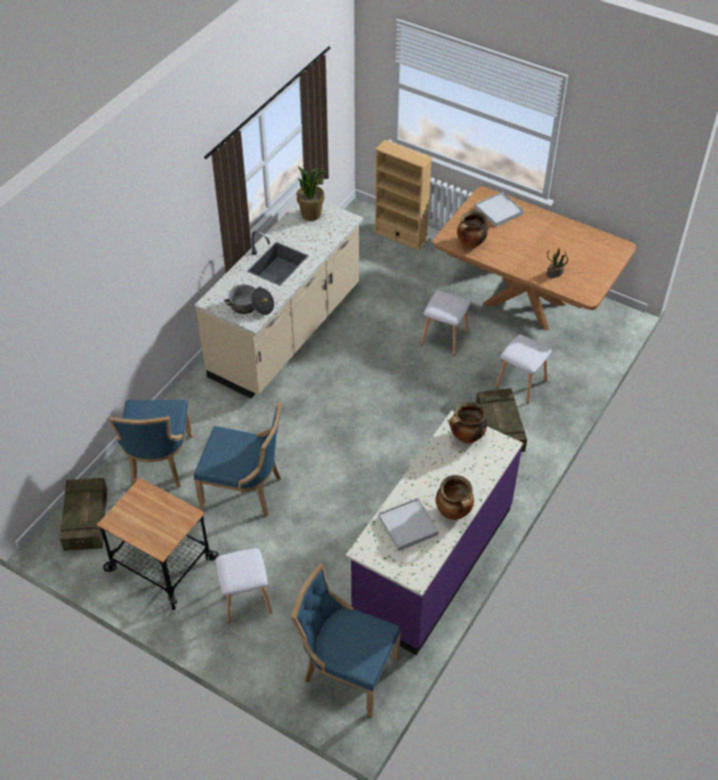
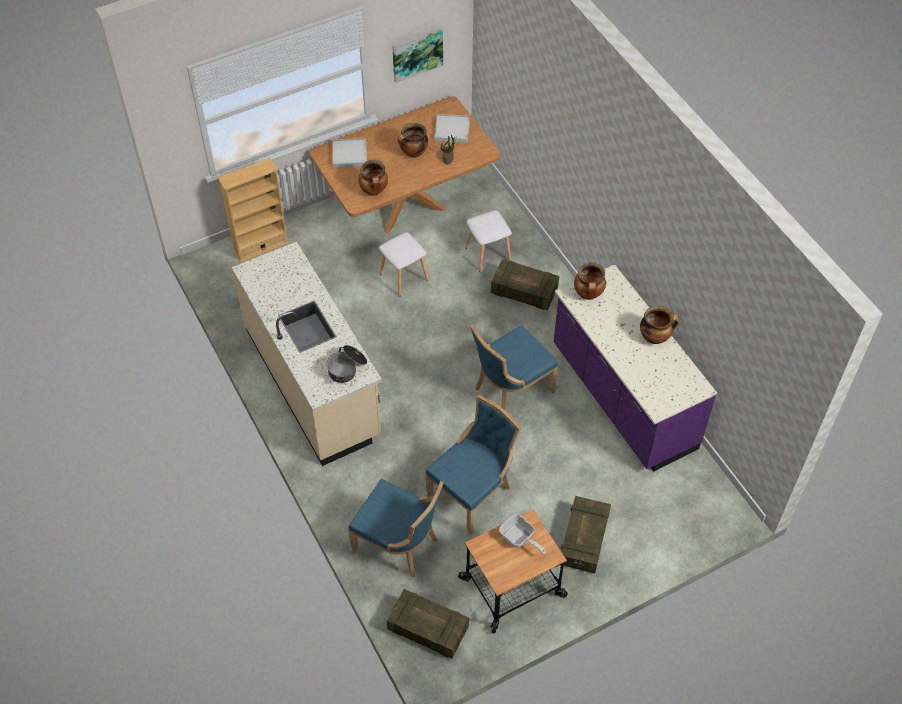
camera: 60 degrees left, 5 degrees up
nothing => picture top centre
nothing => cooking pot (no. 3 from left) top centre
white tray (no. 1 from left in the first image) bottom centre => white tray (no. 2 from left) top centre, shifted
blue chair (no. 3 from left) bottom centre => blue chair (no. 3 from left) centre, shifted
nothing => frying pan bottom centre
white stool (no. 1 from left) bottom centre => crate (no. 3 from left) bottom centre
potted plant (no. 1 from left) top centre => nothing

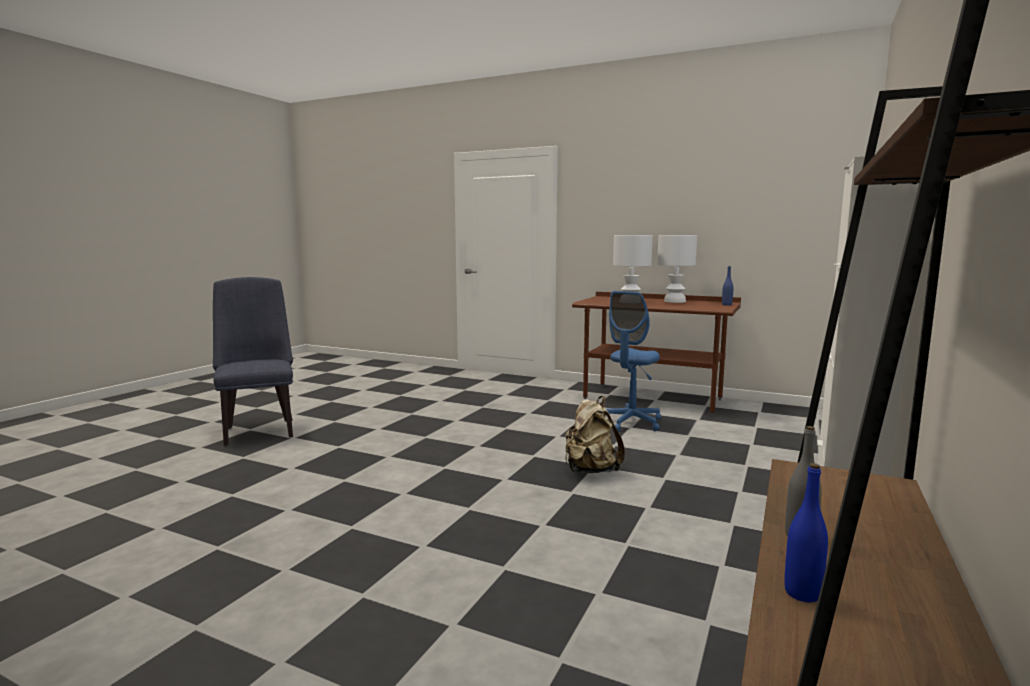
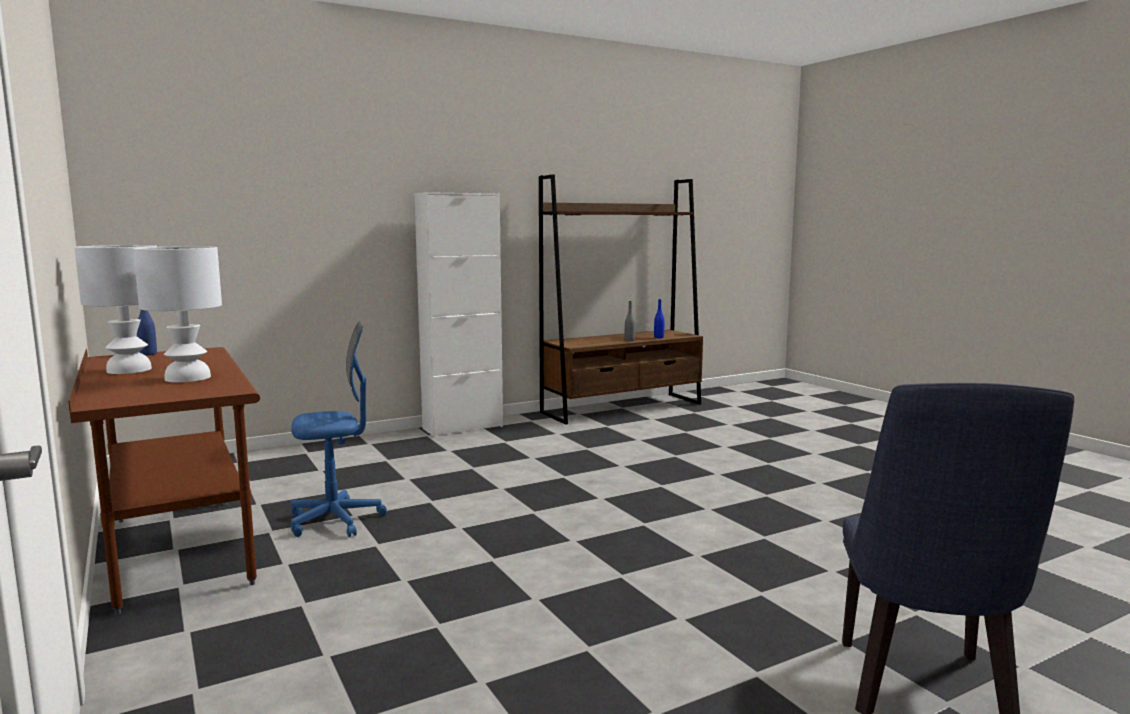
camera: 145 degrees left, 0 degrees up
beige backpack centre => nothing

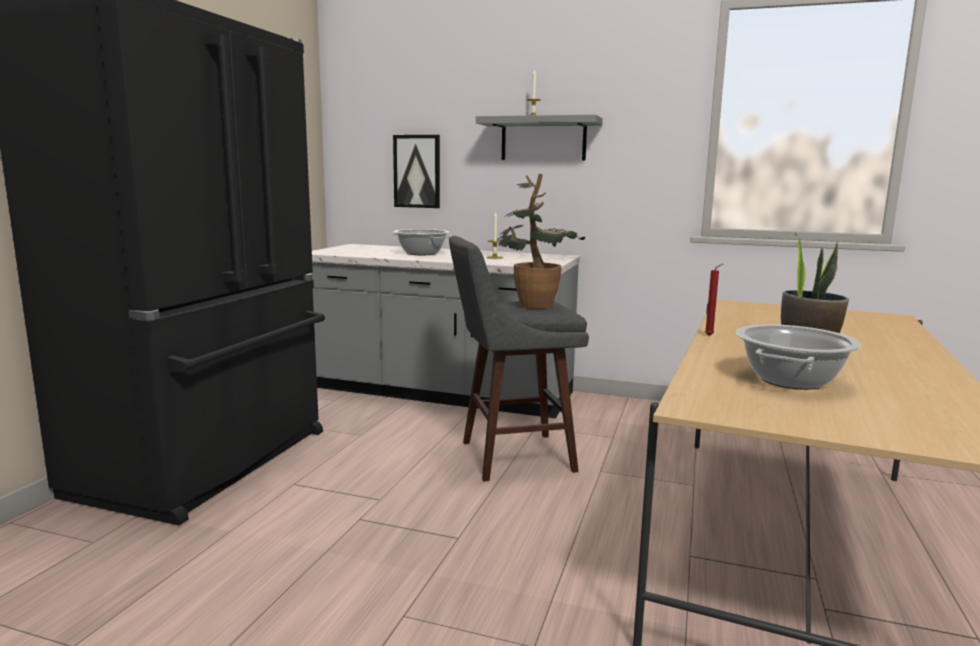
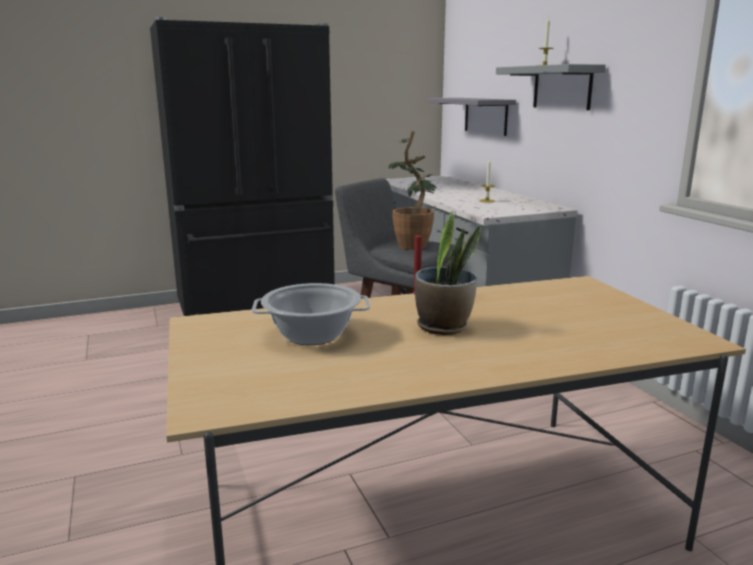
camera: 50 degrees right, 5 degrees up
picture top centre => grey shelf (no. 1 from left) top centre
cooking pot (no. 1 from left) centre => nothing

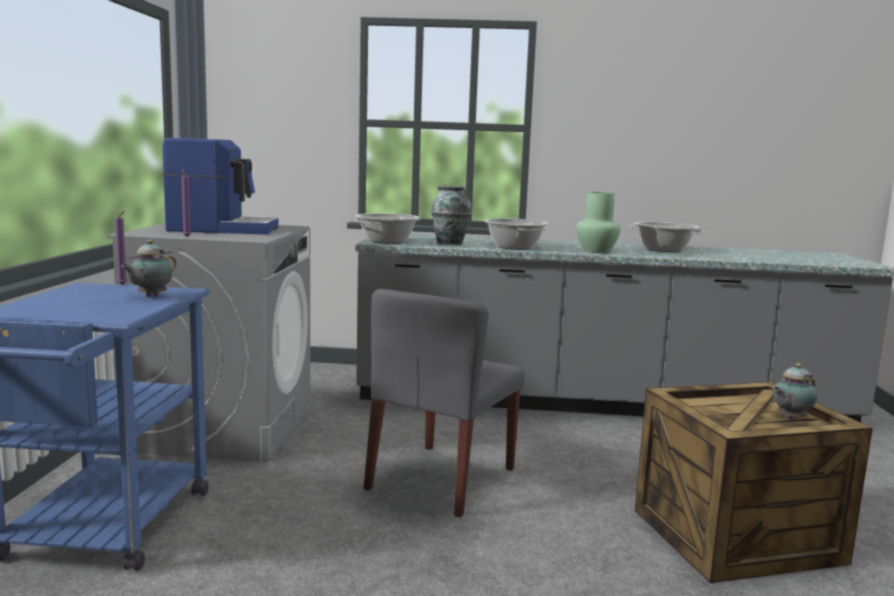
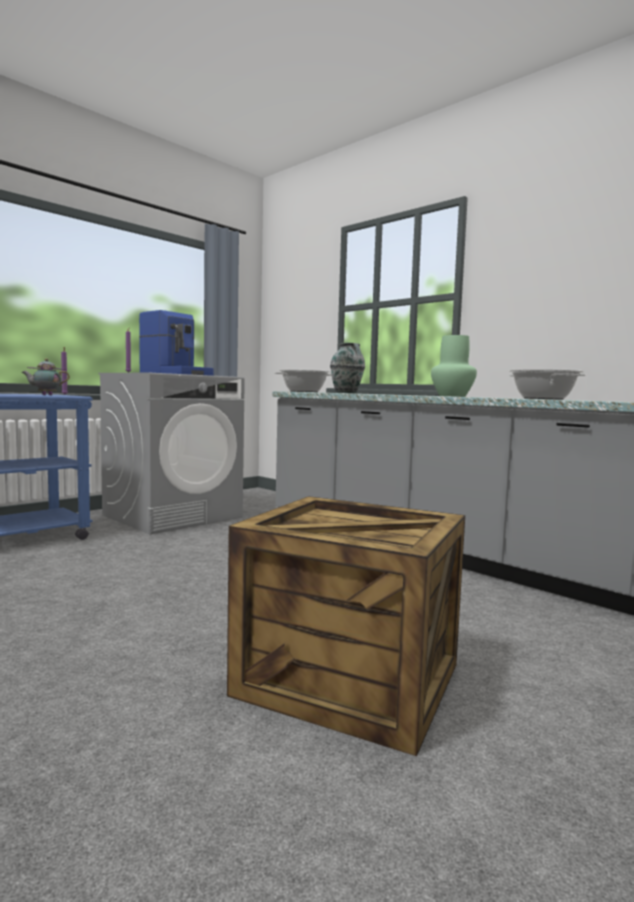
camera: 40 degrees right, 5 degrees down
grey chair bottom centre => nothing
cooking pot (no. 2 from left) centre => nothing
teapot (no. 2 from left) middle right => nothing

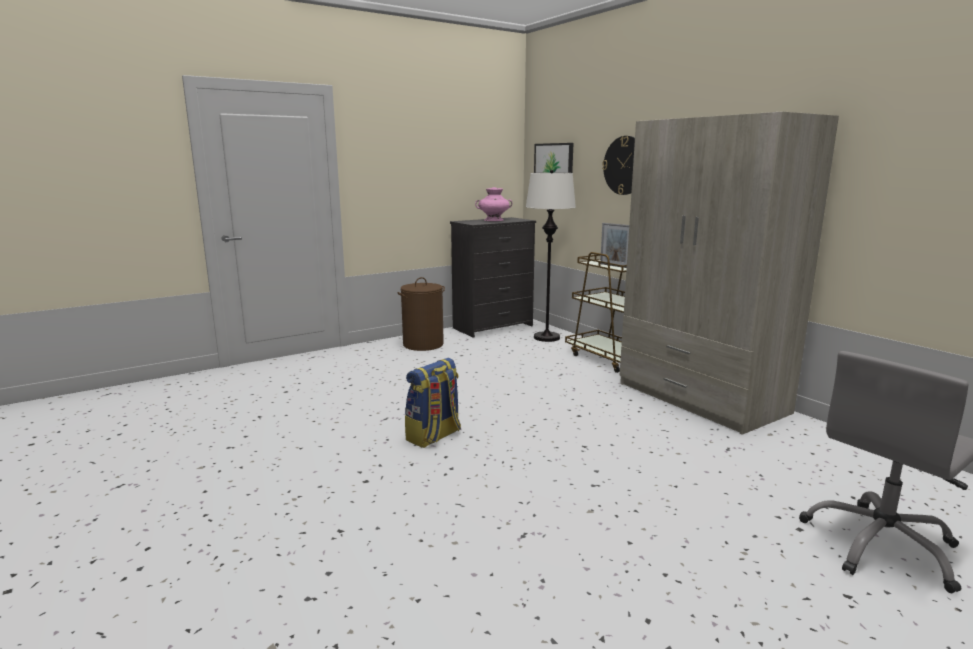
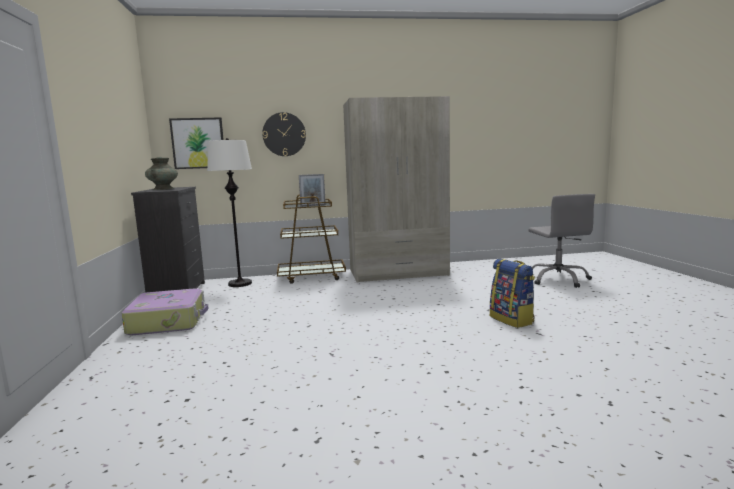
camera: 65 degrees left, 5 degrees down
brown laundry basket centre => suitcase middle left
pink vase top centre => turquoise vase middle left
backpack centre => backpack middle right, shifted

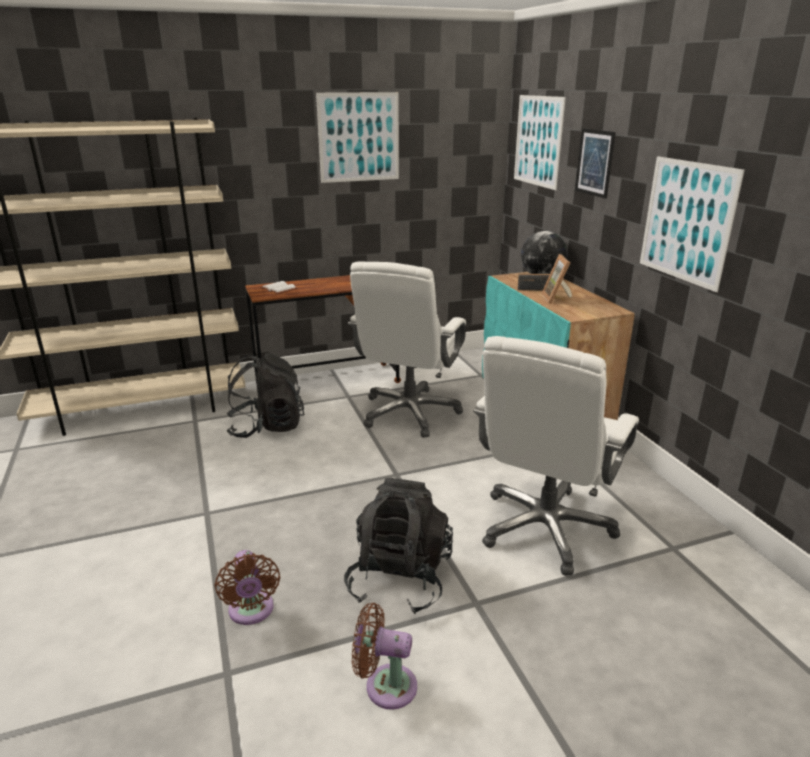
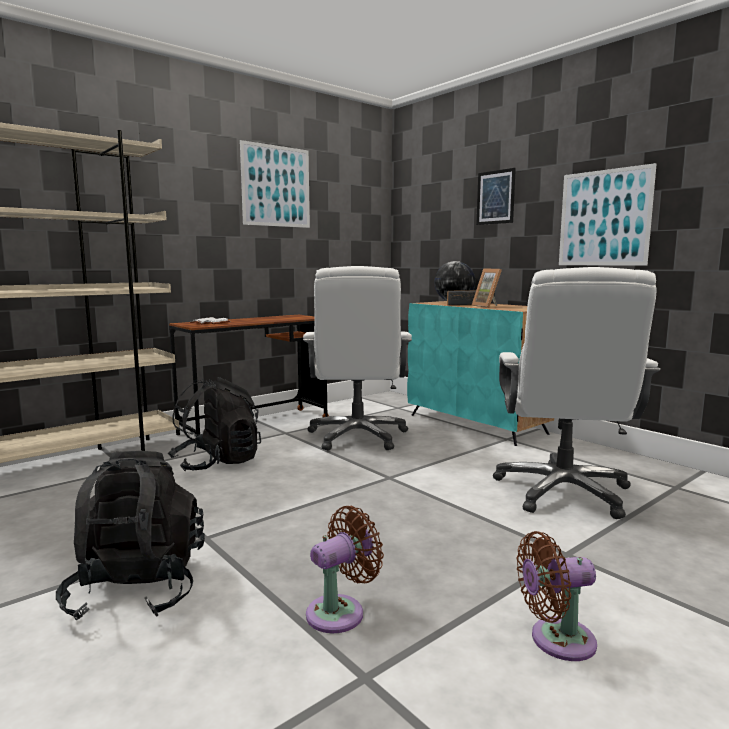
camera: 20 degrees left, 15 degrees down
black backpack (no. 2 from left in the first image) bottom centre => black backpack (no. 1 from left) bottom left, shifted
brown fan (no. 1 from left) bottom left => brown fan (no. 1 from left) bottom centre, 90 degrees counterclockwise
picture (no. 2 from left) top right => nothing

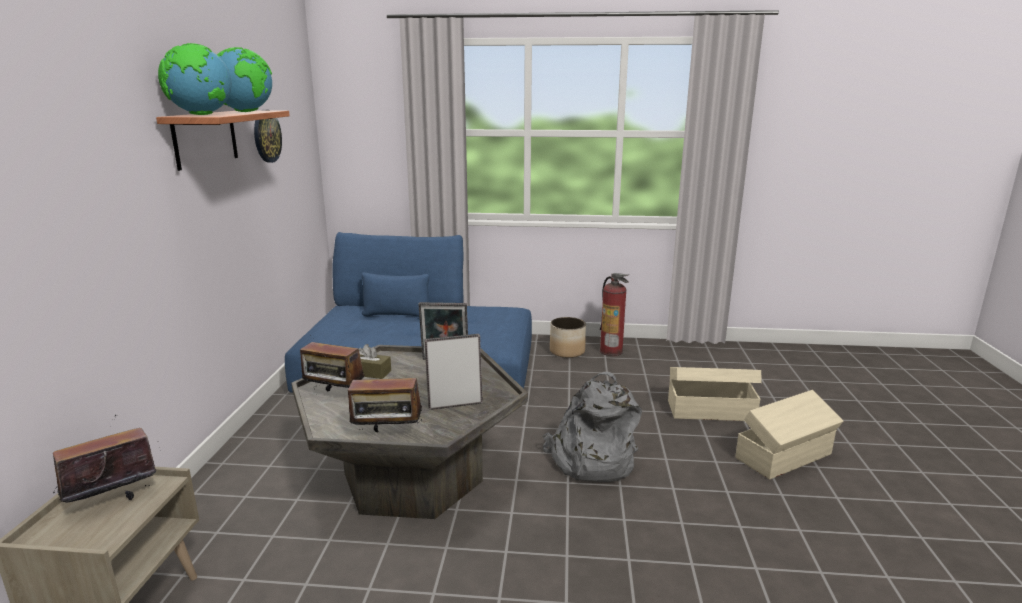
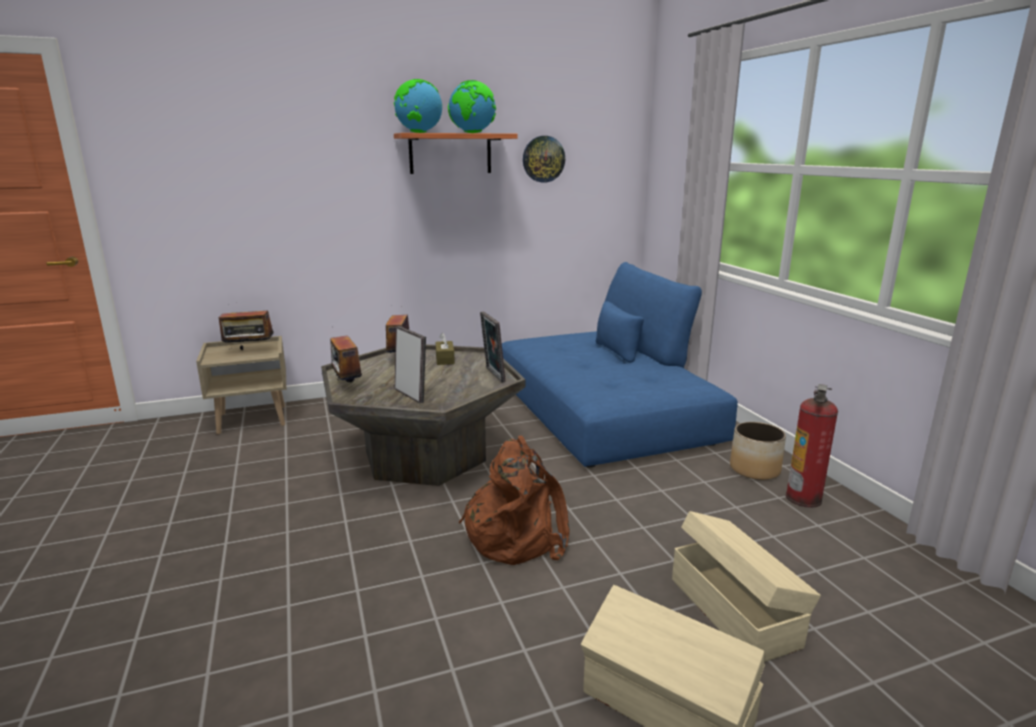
camera: 65 degrees right, 0 degrees up
radio (no. 1 from left) bottom left => radio (no. 1 from left) middle left, 150 degrees clockwise
grey backpack bottom centre => brown backpack bottom centre

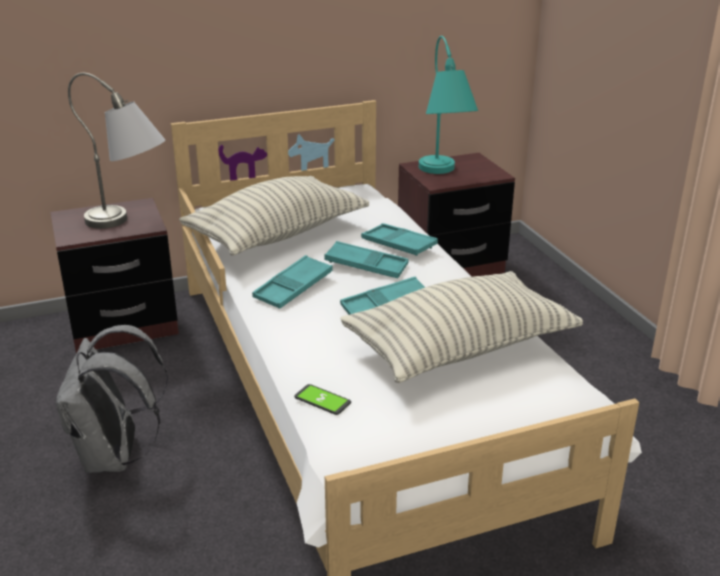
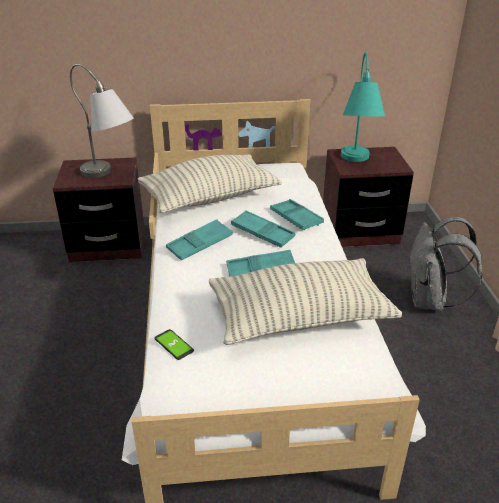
camera: 15 degrees right, 5 degrees up
grey backpack bottom left => grey backpack middle right, shifted

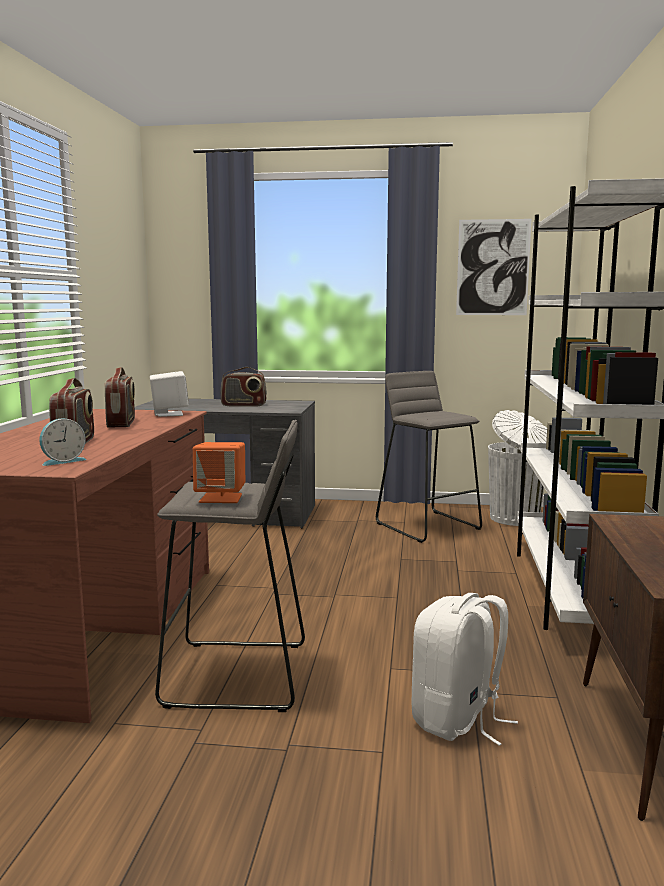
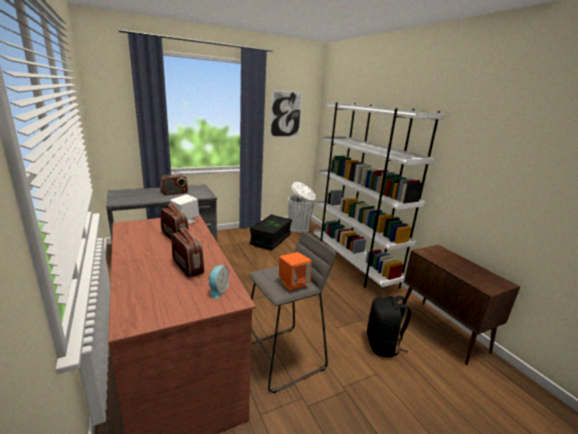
camera: 35 degrees left, 10 degrees up
grey stool (no. 2 from left) centre => black storage box centre
white backpack bottom right => black backpack bottom right

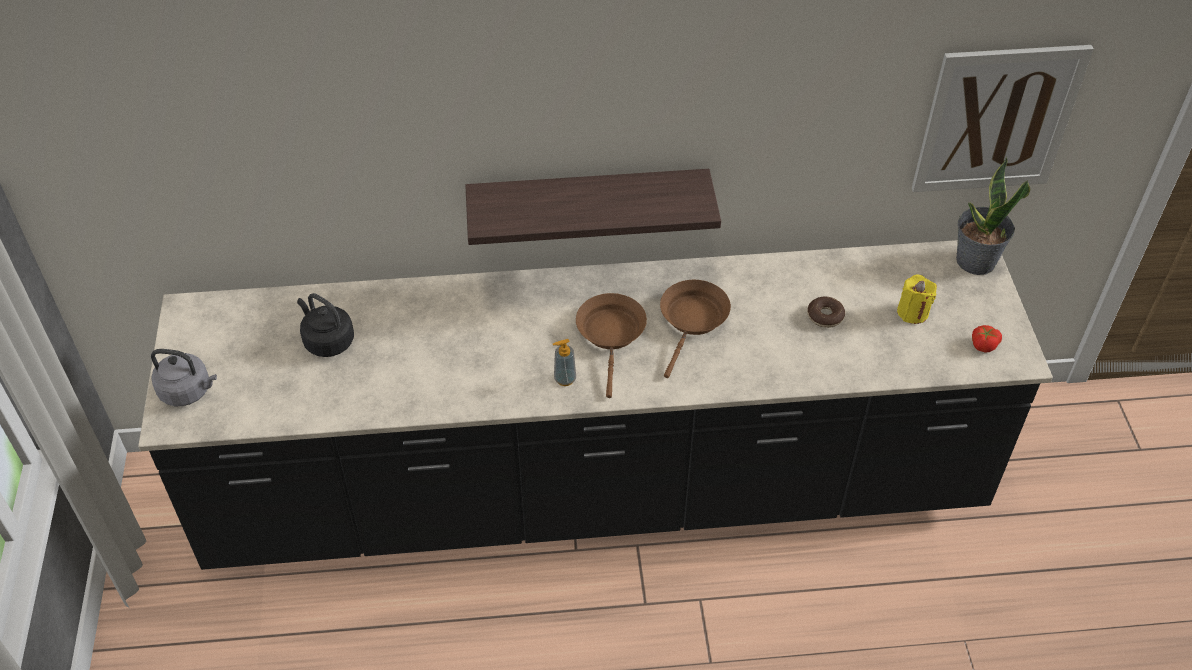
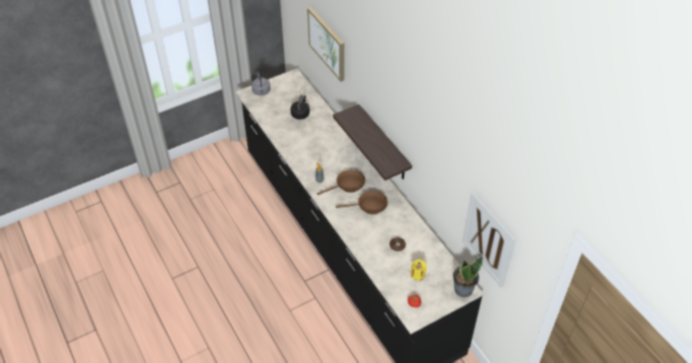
camera: 65 degrees right, 0 degrees up
nothing => picture (no. 1 from left) top centre

